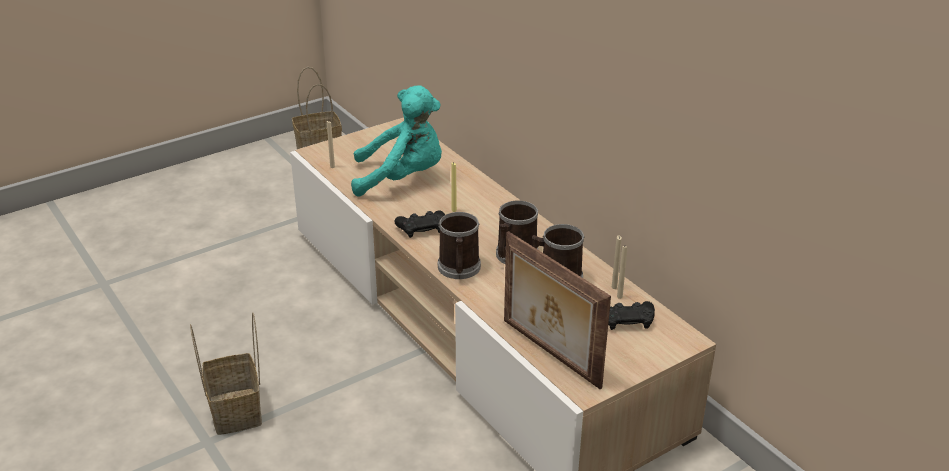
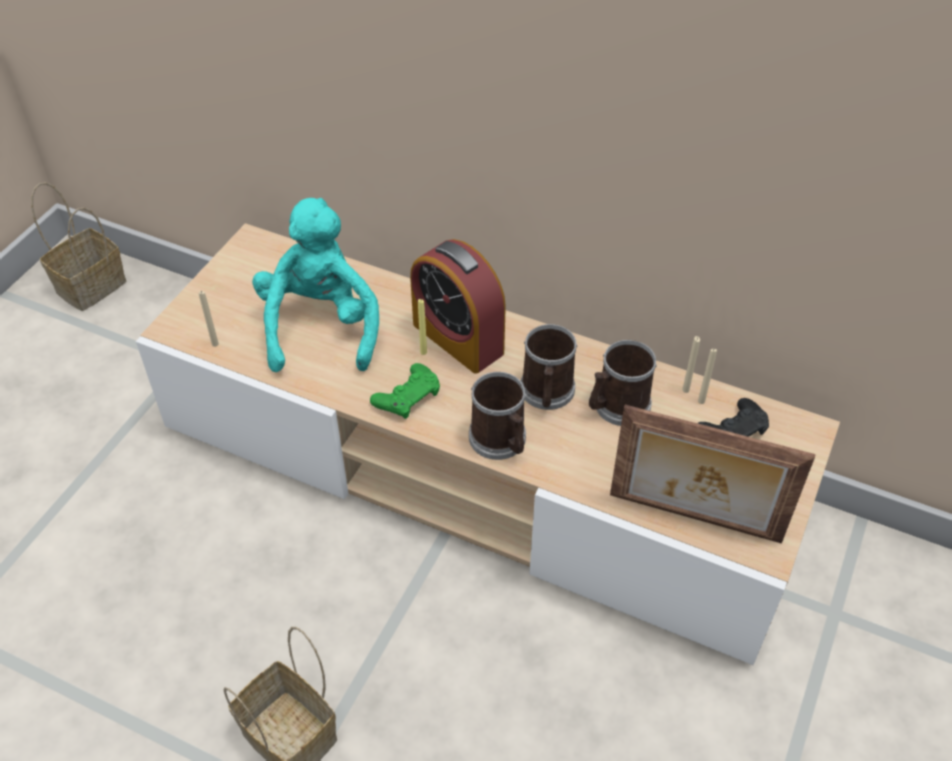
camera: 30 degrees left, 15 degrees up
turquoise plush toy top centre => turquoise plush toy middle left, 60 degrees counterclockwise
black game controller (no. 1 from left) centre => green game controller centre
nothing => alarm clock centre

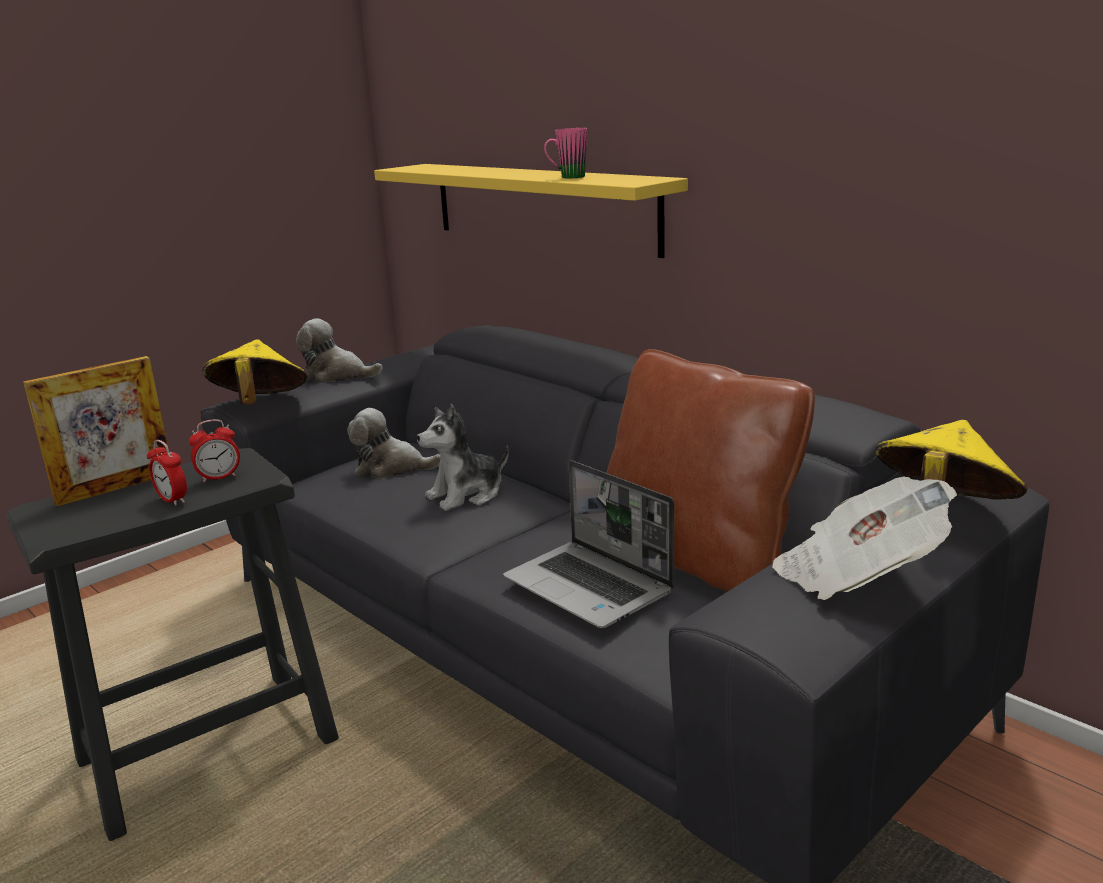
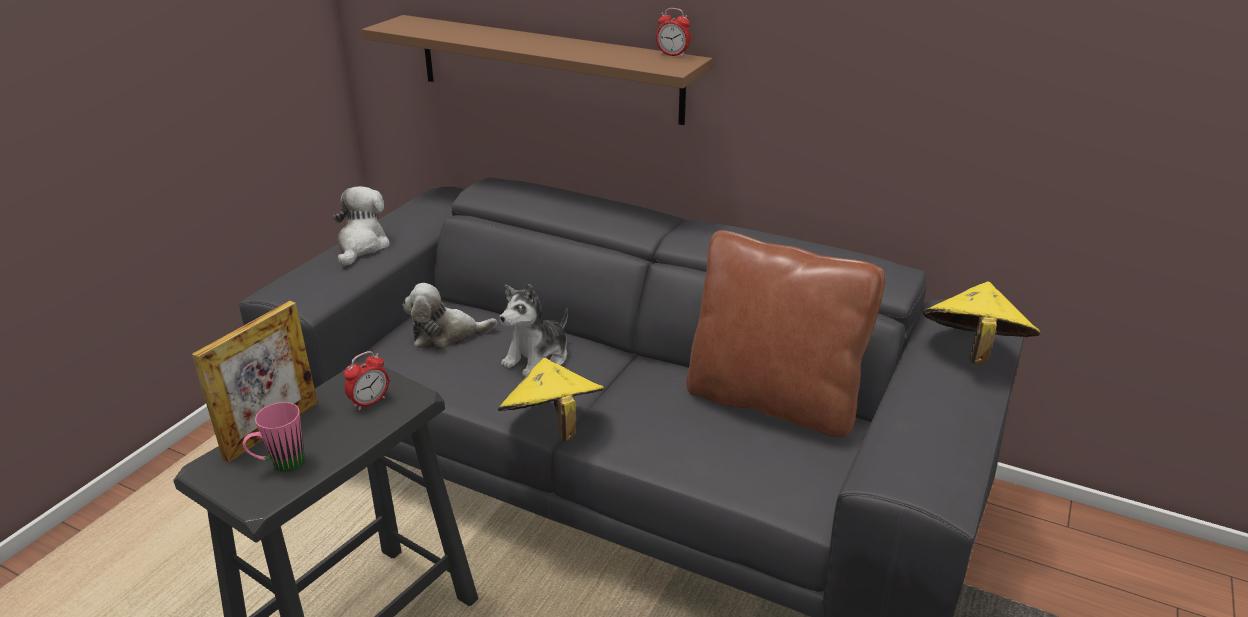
camera: 20 degrees left, 10 degrees up
pink mug top centre => pink mug bottom left, shifted
plush toy (no. 1 from left) middle left, 105 degrees clockwise
yellow shelf top centre => brown shelf top centre
yellow hat (no. 1 from left) middle left => yellow hat (no. 1 from left) centre, shifted
alarm clock (no. 1 from left in the first image) middle left => alarm clock (no. 2 from left) top centre, shifted
laptop centre => nothing
newspaper middle right => nothing

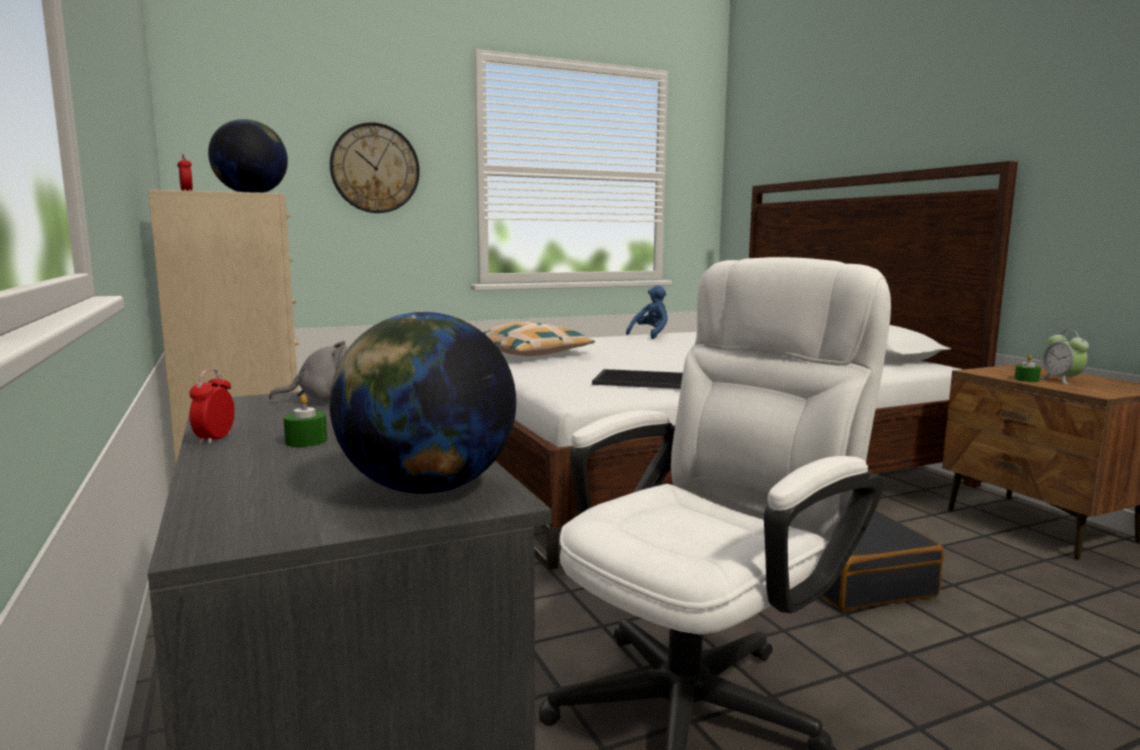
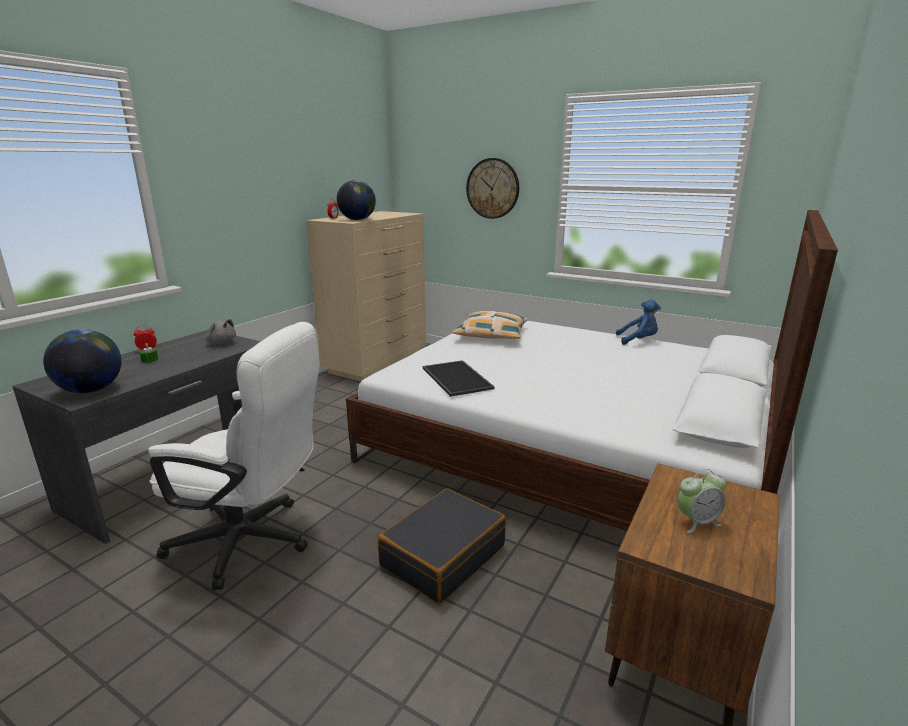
camera: 55 degrees right, 10 degrees up
alarm clock (no. 3 from left) middle right => alarm clock (no. 3 from left) bottom right, 150 degrees counterclockwise
green candle (no. 2 from left) middle right => nothing

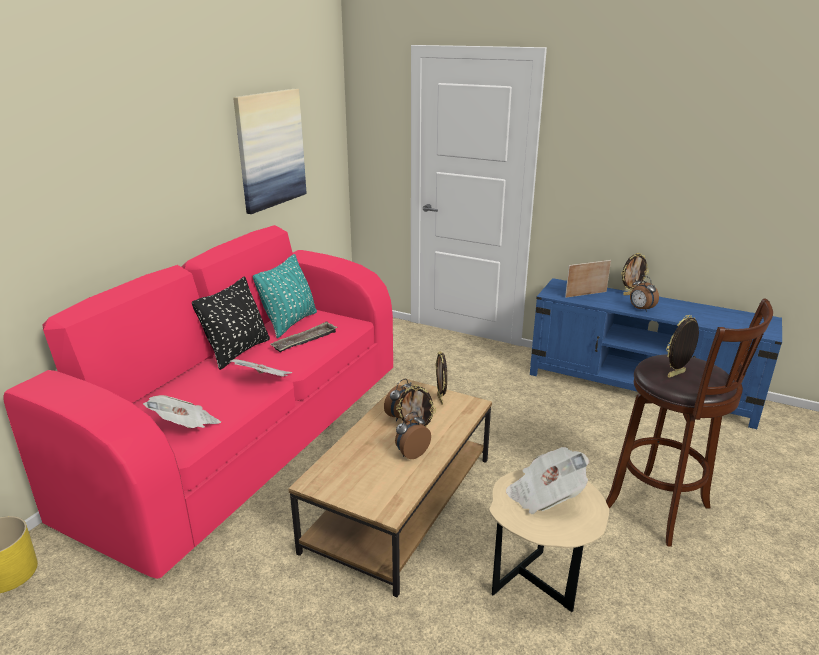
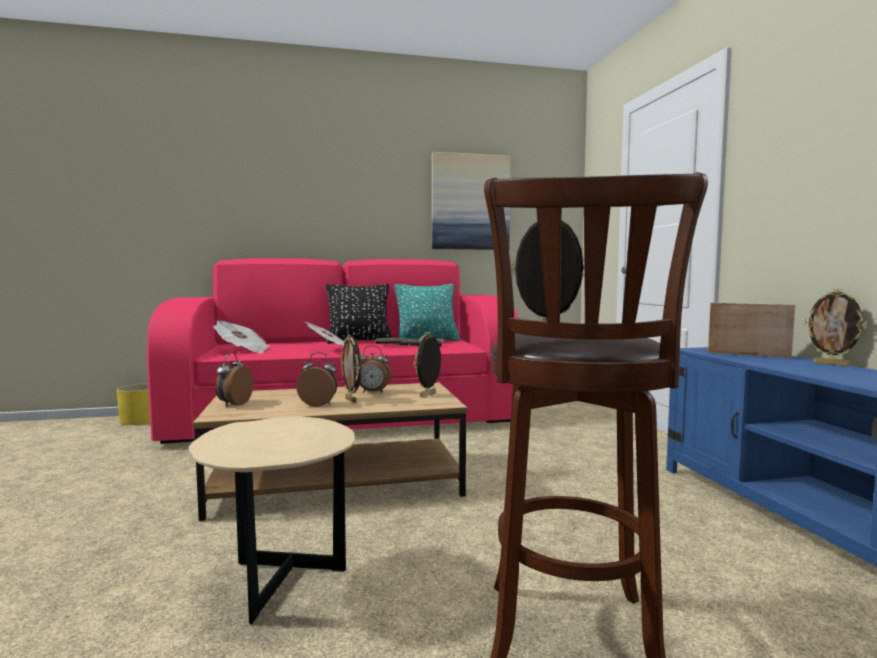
camera: 50 degrees right, 20 degrees down
alarm clock (no. 3 from left in the first image) middle right => alarm clock (no. 1 from left) middle left, shifted
newspaper (no. 3 from left) bottom right => nothing

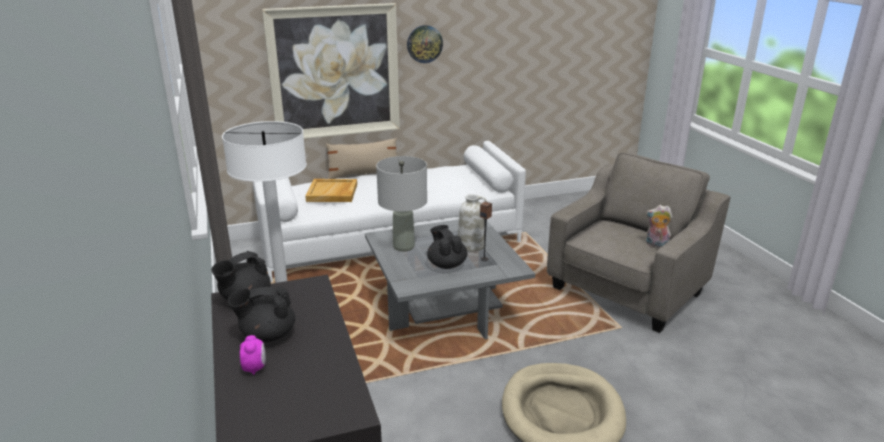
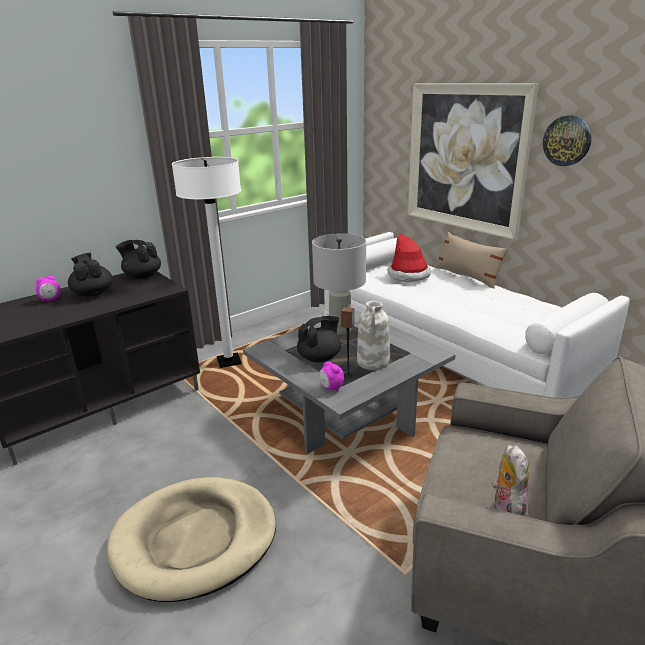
camera: 70 degrees right, 0 degrees up
nothing => alarm clock (no. 2 from left) centre
beige tray centre => hat centre

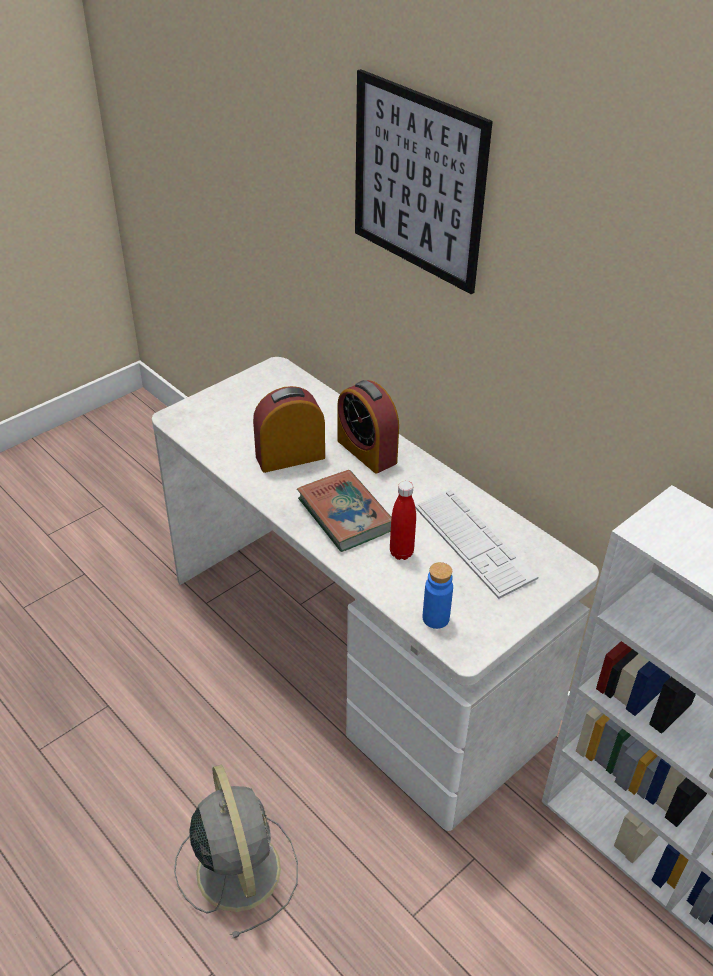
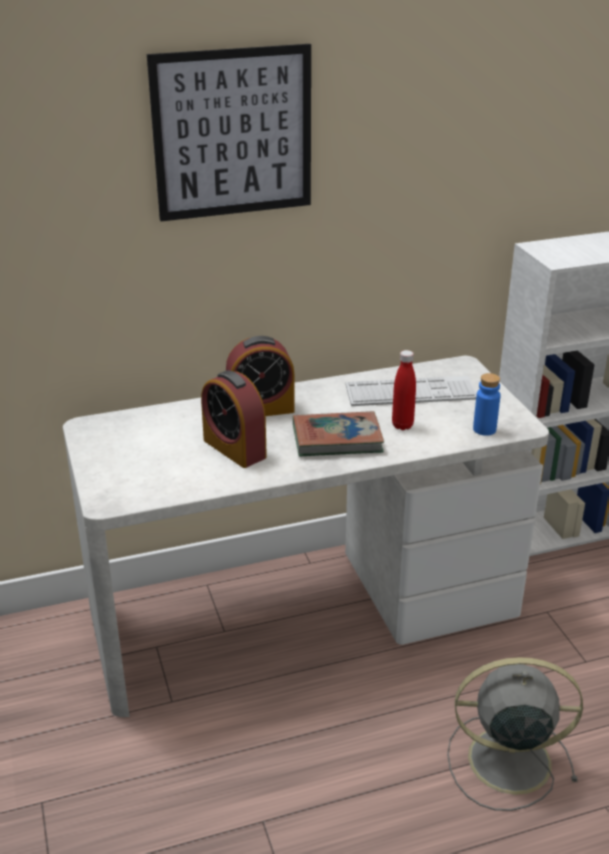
camera: 65 degrees left, 10 degrees down
alarm clock (no. 1 from left) centre, 45 degrees counterclockwise

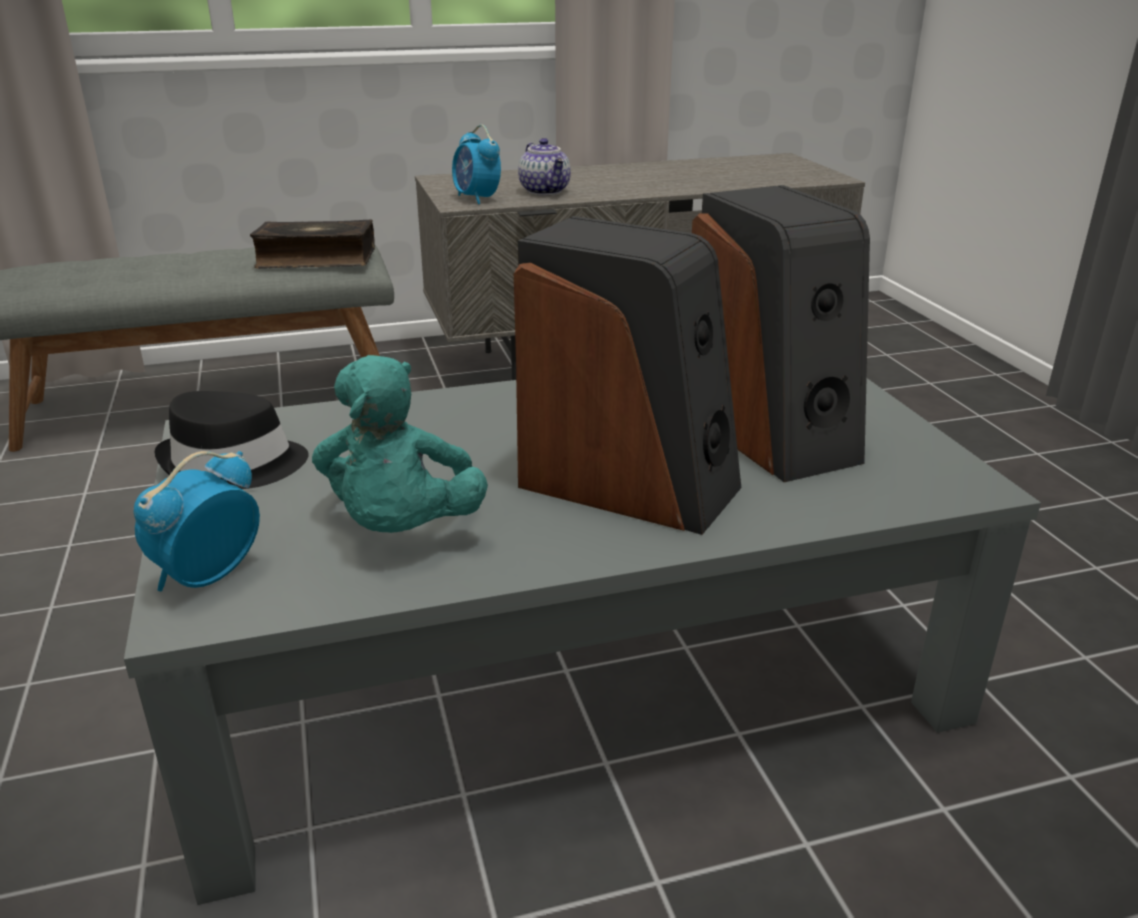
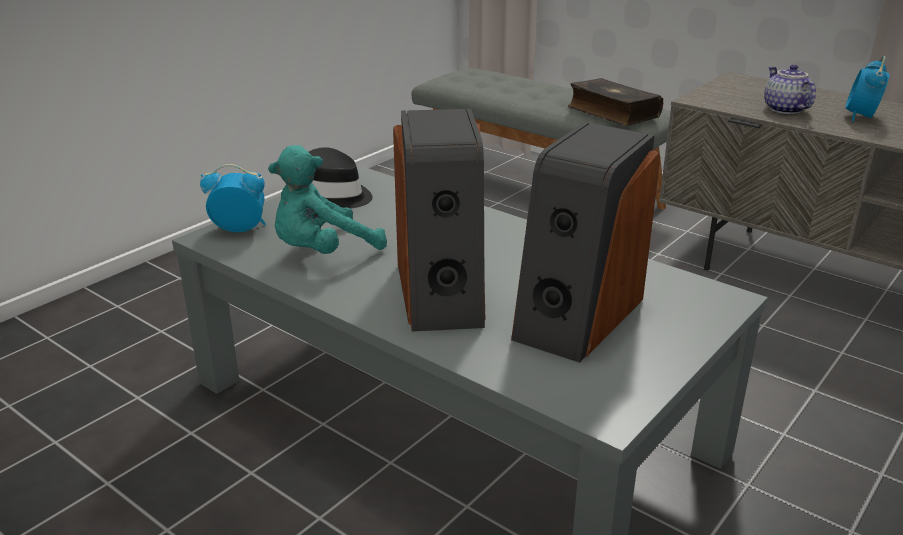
camera: 55 degrees right, 0 degrees up
teapot top centre => teapot top right, 135 degrees clockwise
alarm clock (no. 2 from left) top centre => alarm clock (no. 2 from left) top right, shifted

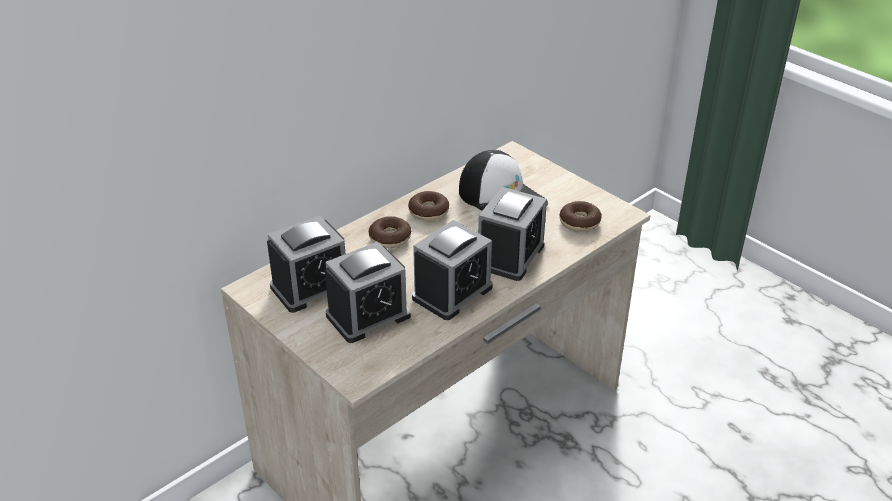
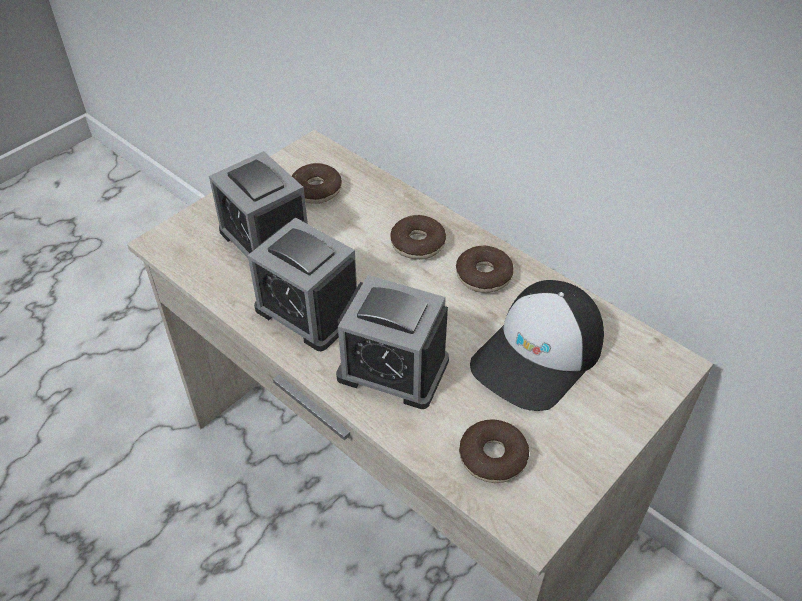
camera: 85 degrees right, 10 degrees up
alarm clock (no. 1 from left) centre => donut (no. 1 from left) top centre

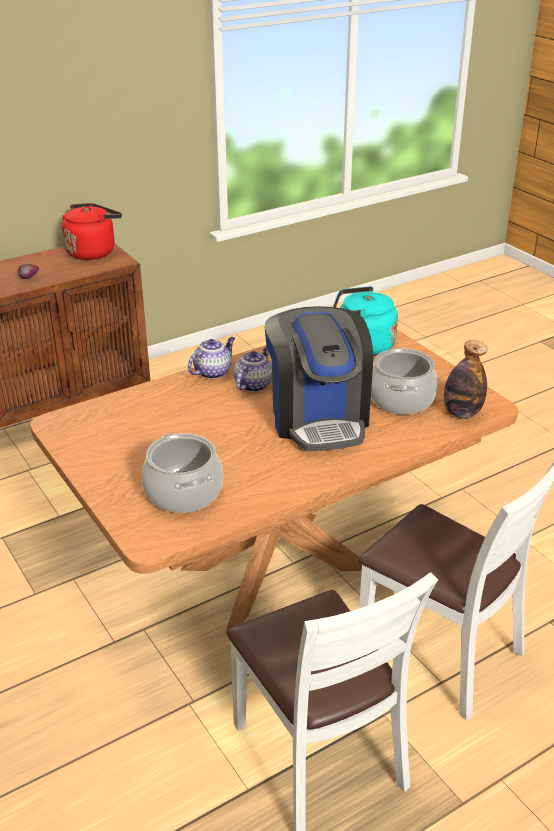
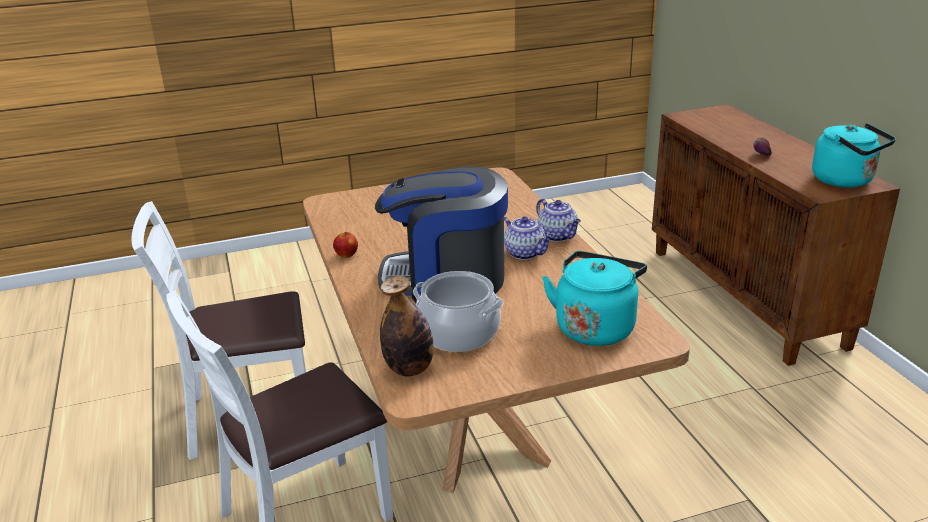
camera: 105 degrees right, 5 degrees down
nothing => apple (no. 1 from left) centre
red kettle top left => turquoise kettle (no. 2 from left) top right
cooking pot (no. 1 from left) middle left => nothing

